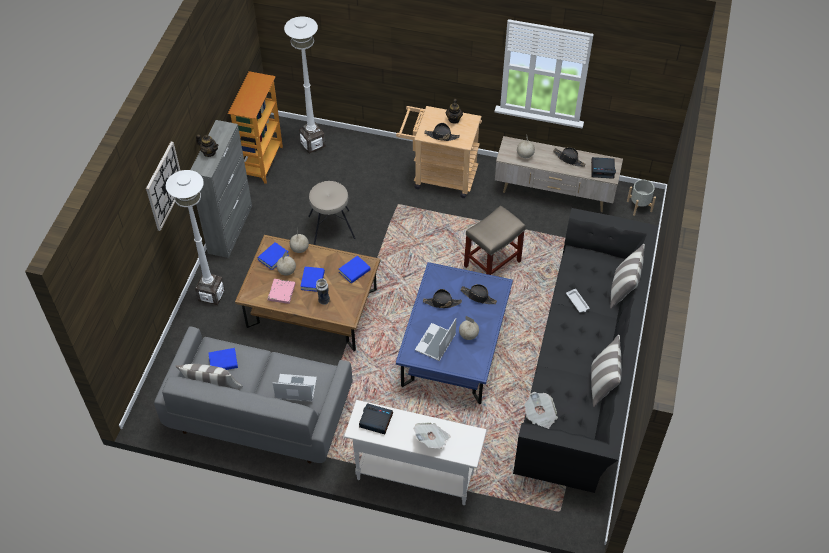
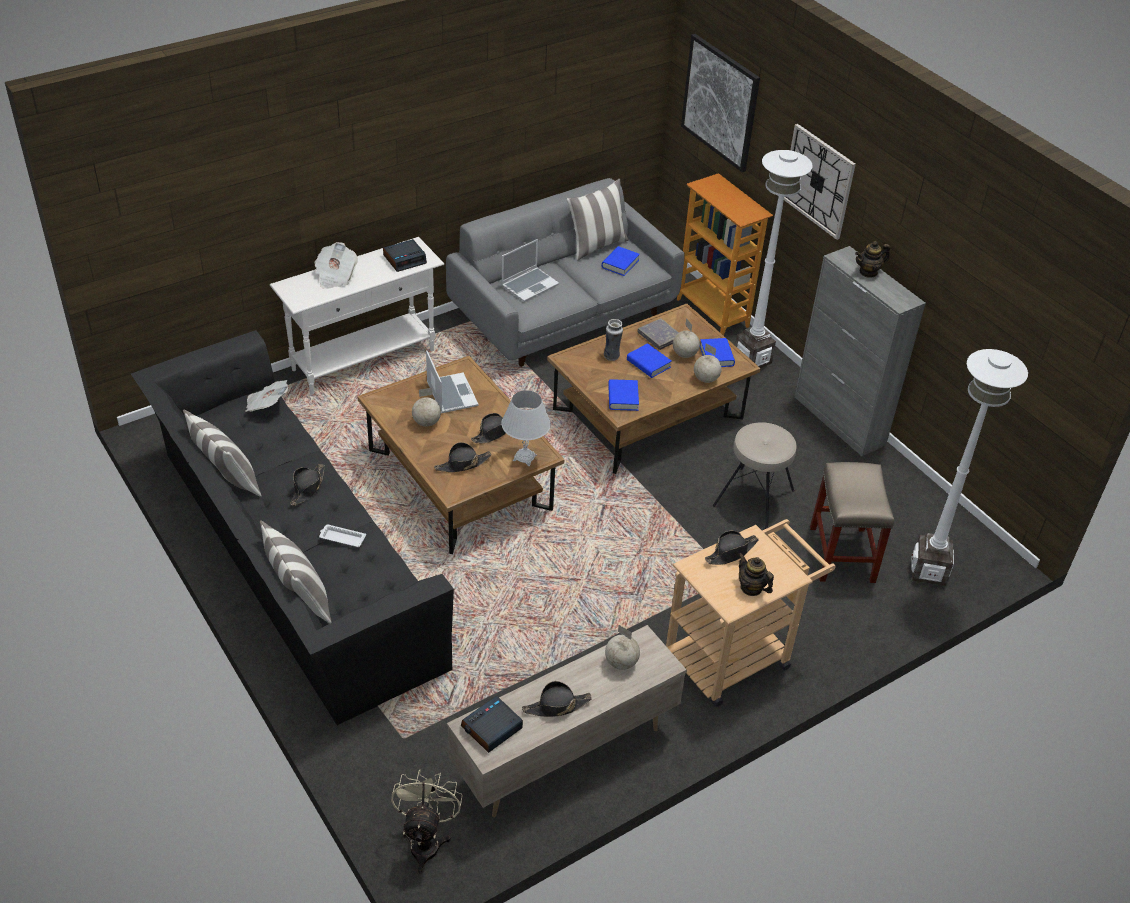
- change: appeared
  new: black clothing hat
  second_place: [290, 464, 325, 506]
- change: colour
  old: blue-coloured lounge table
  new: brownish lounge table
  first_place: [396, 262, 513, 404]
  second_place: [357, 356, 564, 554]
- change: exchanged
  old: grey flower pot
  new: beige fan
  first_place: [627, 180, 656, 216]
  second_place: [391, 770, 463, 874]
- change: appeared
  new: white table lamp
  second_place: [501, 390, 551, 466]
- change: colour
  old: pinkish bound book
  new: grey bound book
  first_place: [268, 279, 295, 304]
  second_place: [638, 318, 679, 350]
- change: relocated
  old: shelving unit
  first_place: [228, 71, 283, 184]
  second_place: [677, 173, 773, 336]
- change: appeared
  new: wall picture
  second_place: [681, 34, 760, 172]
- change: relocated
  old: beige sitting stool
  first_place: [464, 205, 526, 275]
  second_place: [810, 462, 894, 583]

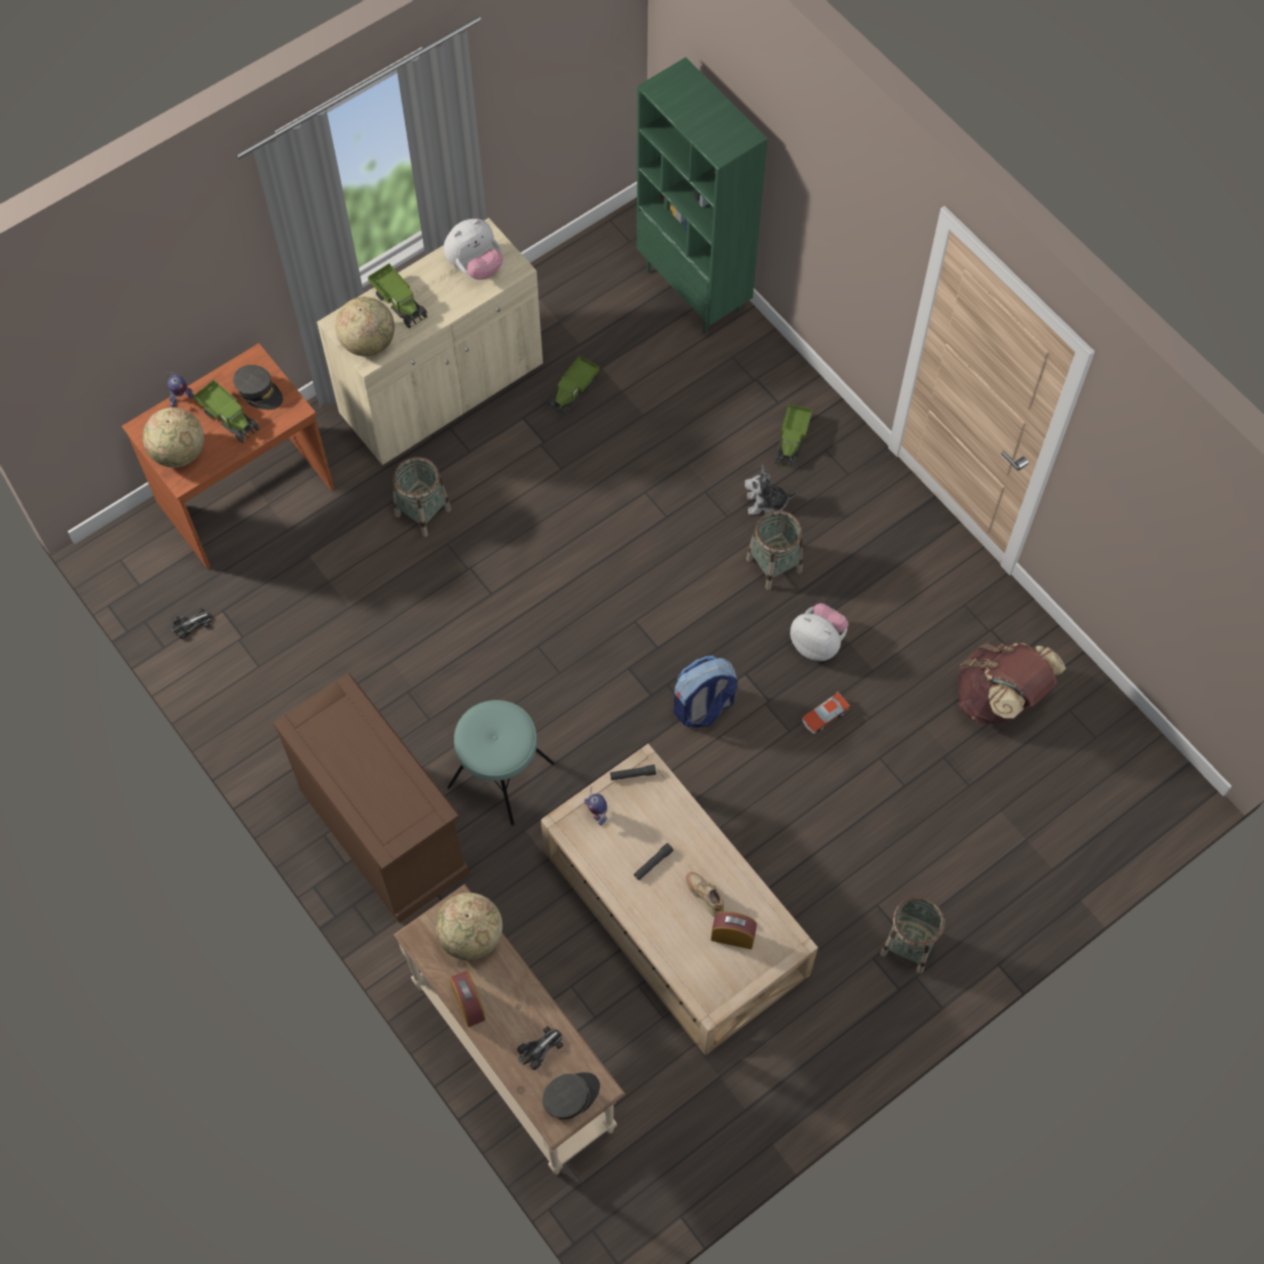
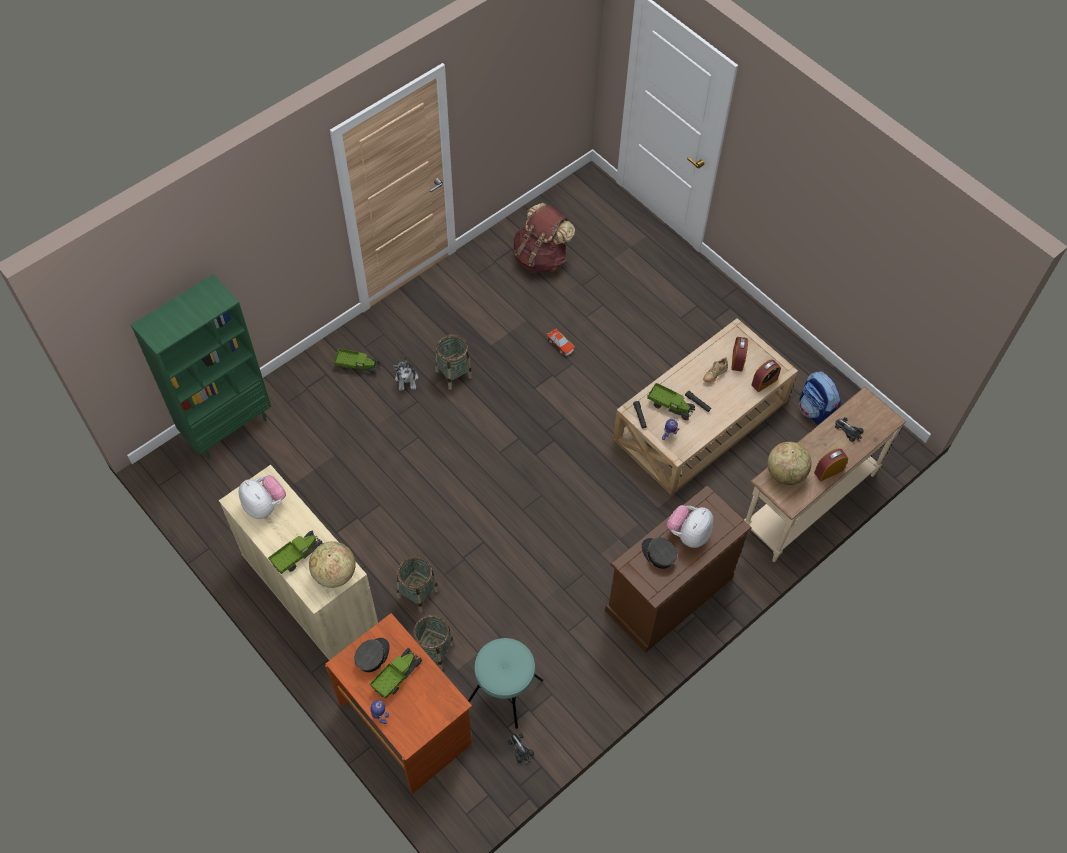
- change: relocated
  old: basket
  first_place: [880, 896, 944, 974]
  second_place: [413, 615, 454, 670]
- change: relocated
  old: blue-green sitting stool
  first_place: [447, 700, 555, 826]
  second_place: [468, 638, 543, 729]
- change: relocated
  old: grey peaked cap
  first_place: [542, 1072, 600, 1119]
  second_place: [642, 538, 677, 569]
- change: relocated
  old: toy lorry
  first_place: [546, 355, 600, 417]
  second_place: [647, 383, 695, 420]
- change: relocated
  old: cuddly toy
  first_place: [790, 603, 849, 661]
  second_place: [667, 505, 713, 548]
- change: appeared
  new: alarm clock
  second_place: [751, 359, 781, 392]
- change: relocated
  old: rucksack
  first_place: [673, 655, 738, 728]
  second_place: [799, 371, 841, 426]
- change: missing
  old: globe
  first_place: [143, 407, 204, 468]

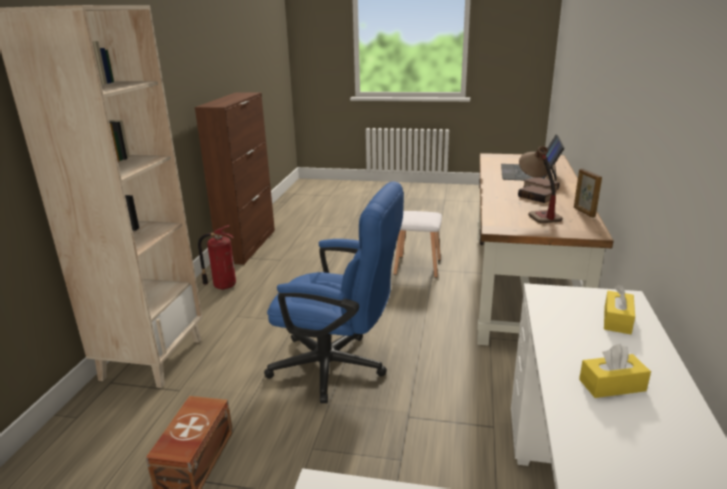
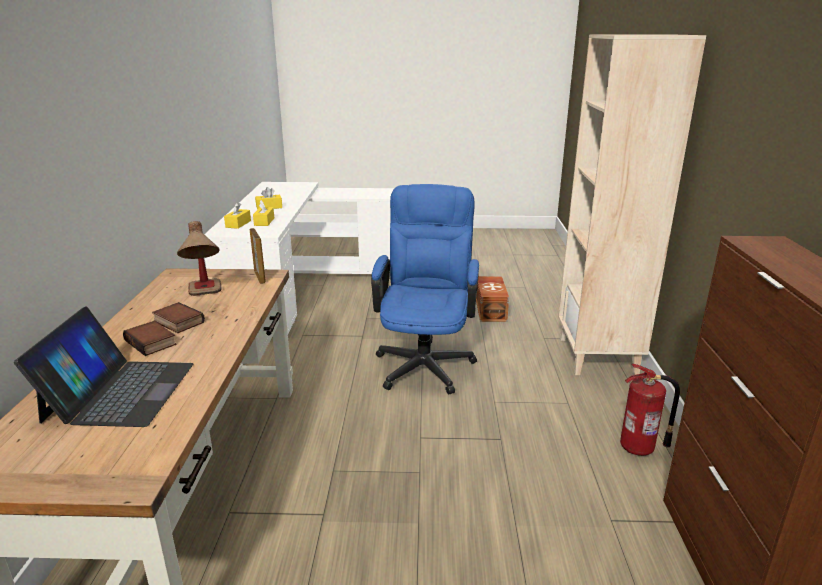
- change: relocated
  old: photo frame
  first_place: [574, 168, 602, 218]
  second_place: [250, 228, 266, 284]
- change: appeared
  new: yellow tissue holder
  second_place: [253, 200, 274, 226]
- change: spun
  old: blue-coloured desk chair
  first_place: [264, 181, 404, 403]
  second_place: [371, 184, 479, 394]
  degrees: 90
- change: missing
  old: white sitting stool
  first_place: [394, 211, 442, 278]

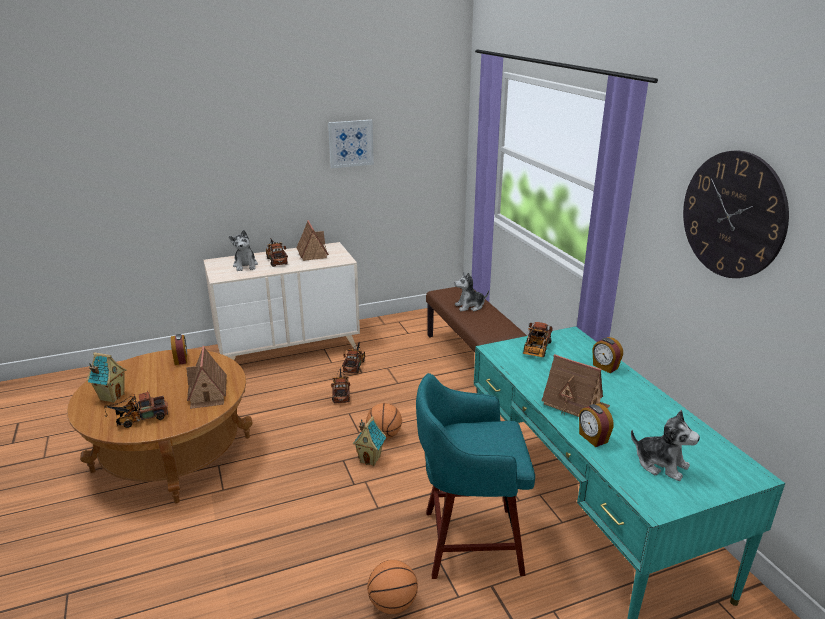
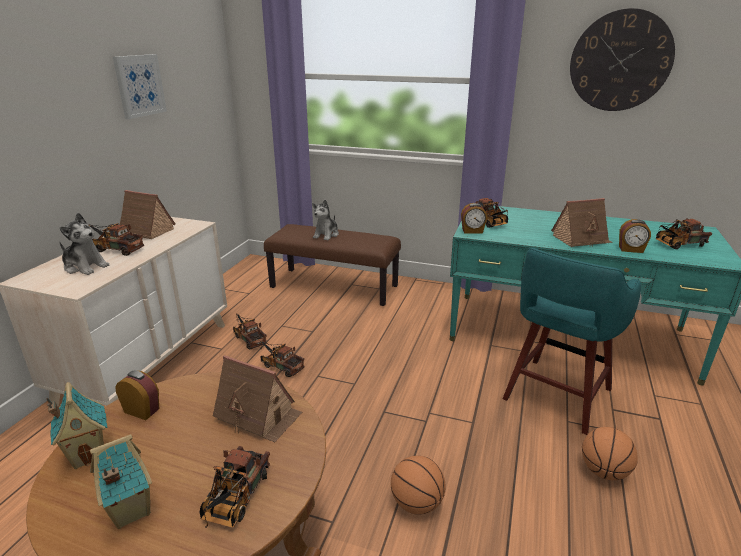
- change: relocated
  old: model house
  first_place: [353, 416, 386, 466]
  second_place: [47, 382, 107, 469]
- change: relocated
  old: basketball ball
  first_place: [366, 403, 402, 439]
  second_place: [391, 456, 446, 515]
- change: relocated
  old: alarm clock
  first_place: [592, 337, 623, 373]
  second_place: [461, 203, 487, 234]
- change: exchanged
  old: cuddly toy
  new: toy lorry
  first_place: [631, 410, 700, 481]
  second_place: [656, 218, 712, 249]

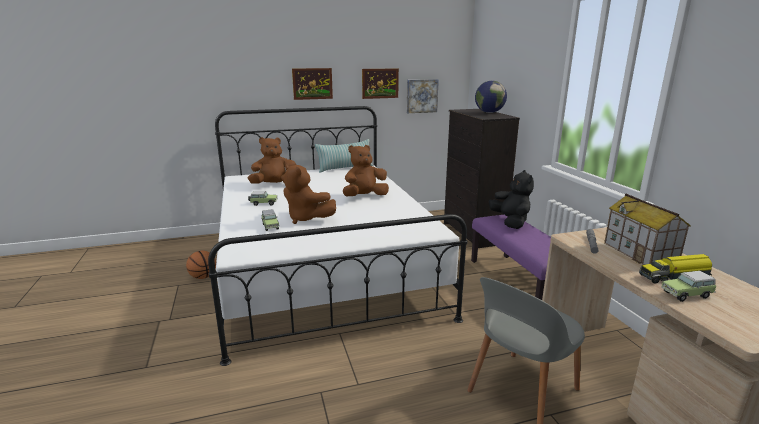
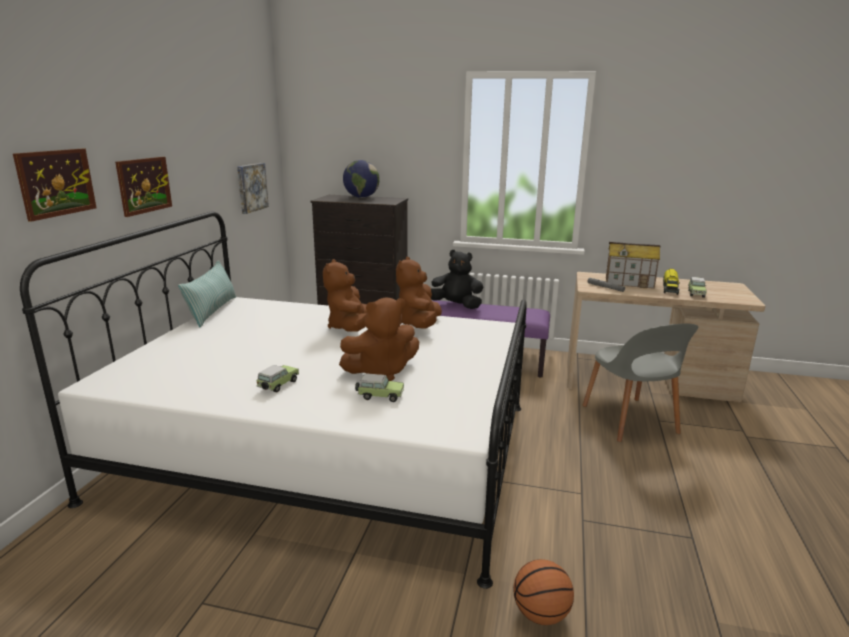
- change: relocated
  old: wall picture
  first_place: [362, 68, 399, 99]
  second_place: [13, 149, 97, 222]
- change: relocated
  old: brownish cuddly toy
  first_place: [248, 137, 296, 184]
  second_place: [396, 257, 442, 329]
- change: relocated
  old: basketball ball
  first_place: [186, 251, 216, 279]
  second_place: [513, 559, 574, 625]

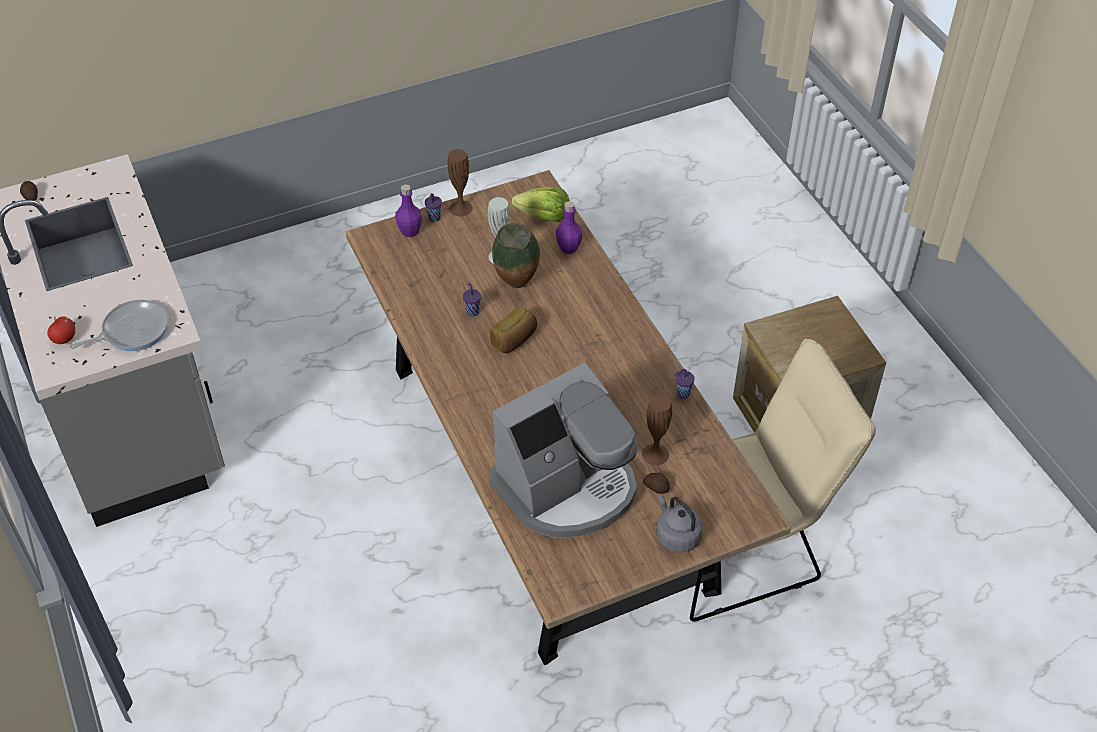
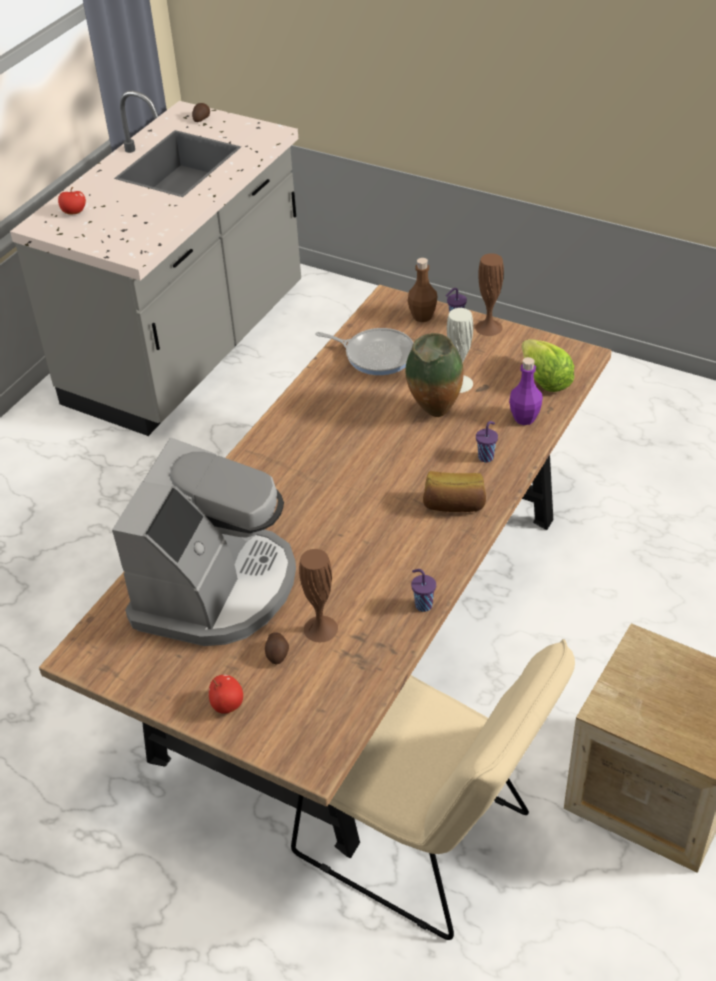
- change: spun
  old: coffee machine
  first_place: [489, 362, 637, 538]
  second_place: [112, 438, 296, 646]
  degrees: -90
- change: exchanged
  old: grey water kettle
  new: apple fruit
  first_place: [656, 494, 703, 553]
  second_place: [209, 675, 243, 714]
- change: relocated
  old: pan
  first_place: [70, 300, 168, 351]
  second_place: [315, 328, 414, 375]
- change: colour
  old: purple-coloured beverage bottle
  new: brownish beverage bottle
  first_place: [395, 184, 422, 237]
  second_place: [408, 258, 438, 322]
- change: relocated
  old: baked bread
  first_place: [490, 307, 537, 353]
  second_place: [423, 471, 486, 512]
- change: relocated
  old: purple-coloured drinking cup
  first_place: [463, 283, 481, 317]
  second_place: [476, 421, 498, 462]

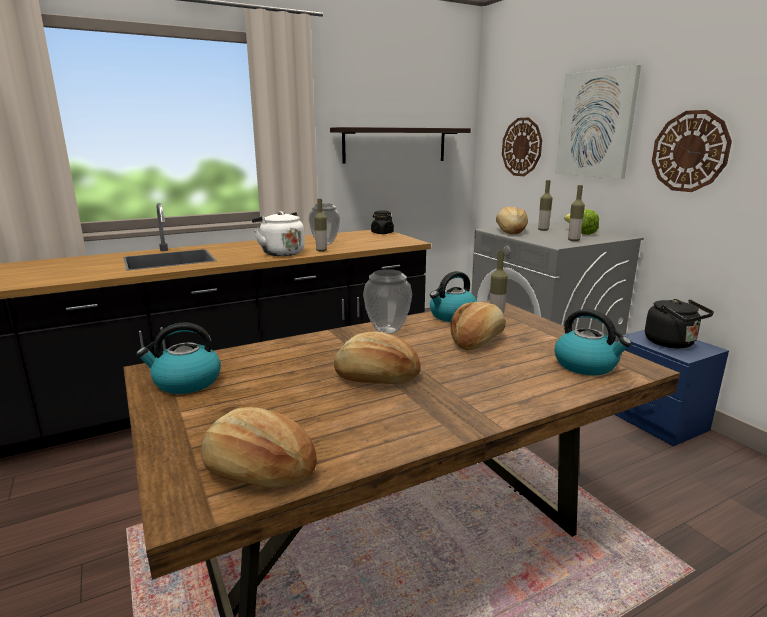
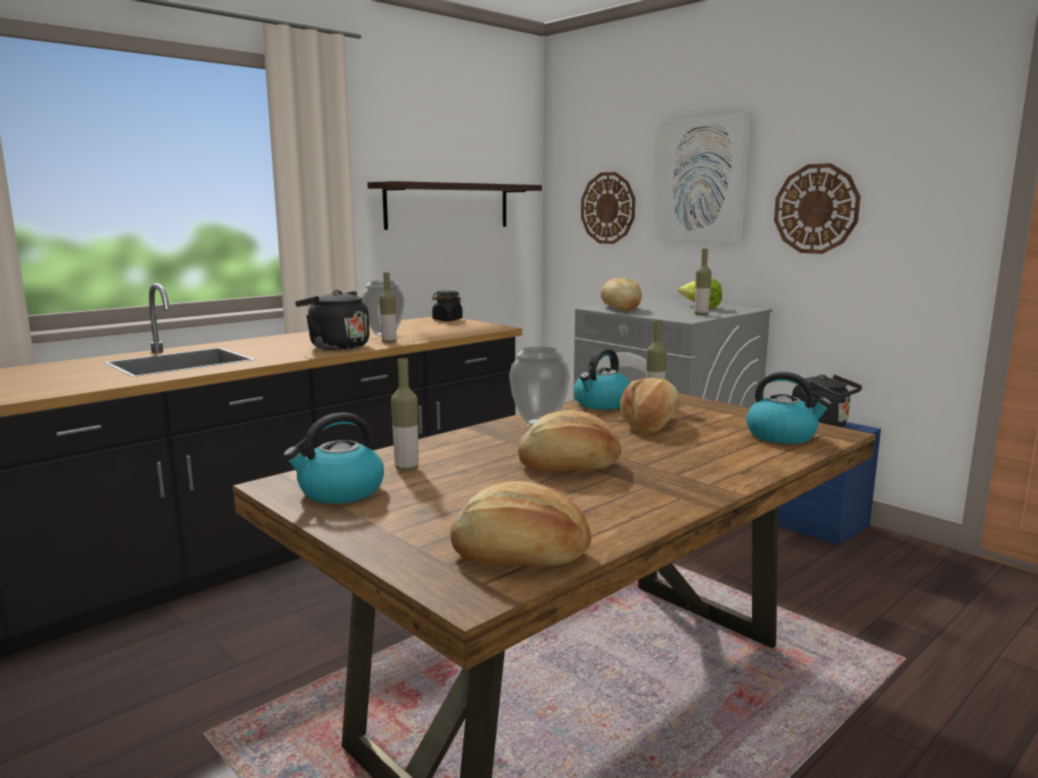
- change: colour
  old: white water kettle
  new: black water kettle
  first_place: [252, 211, 305, 256]
  second_place: [295, 290, 370, 350]
- change: relocated
  old: beverage bottle
  first_place: [538, 180, 553, 231]
  second_place: [391, 358, 419, 471]

